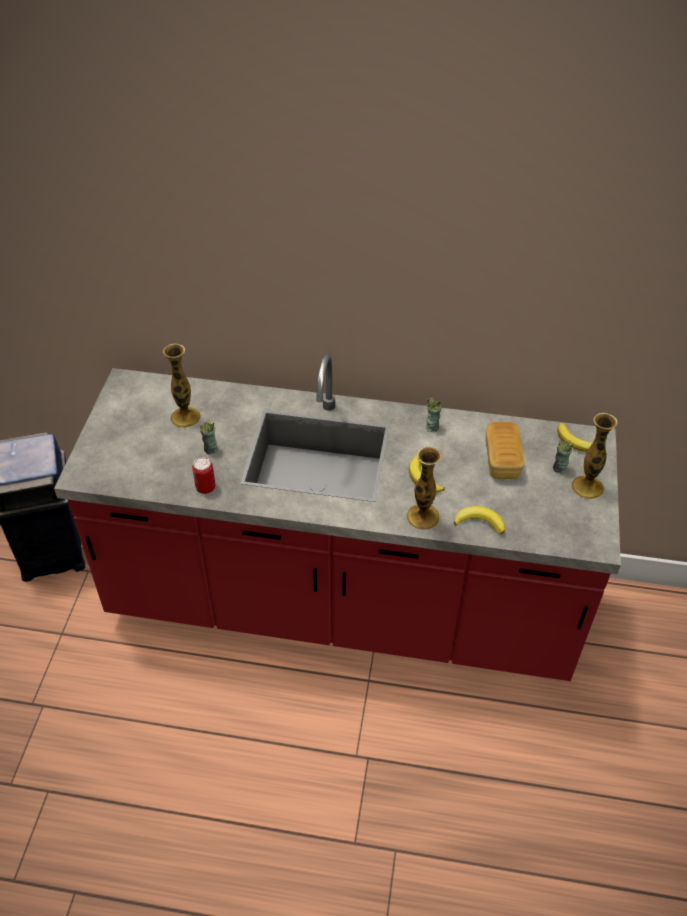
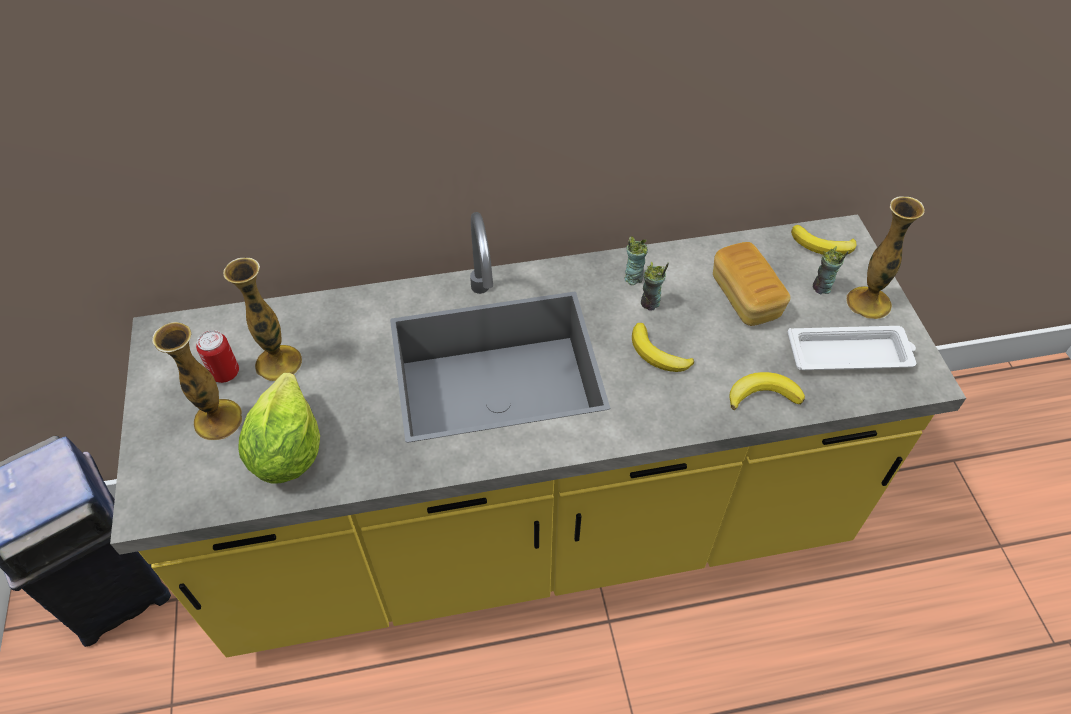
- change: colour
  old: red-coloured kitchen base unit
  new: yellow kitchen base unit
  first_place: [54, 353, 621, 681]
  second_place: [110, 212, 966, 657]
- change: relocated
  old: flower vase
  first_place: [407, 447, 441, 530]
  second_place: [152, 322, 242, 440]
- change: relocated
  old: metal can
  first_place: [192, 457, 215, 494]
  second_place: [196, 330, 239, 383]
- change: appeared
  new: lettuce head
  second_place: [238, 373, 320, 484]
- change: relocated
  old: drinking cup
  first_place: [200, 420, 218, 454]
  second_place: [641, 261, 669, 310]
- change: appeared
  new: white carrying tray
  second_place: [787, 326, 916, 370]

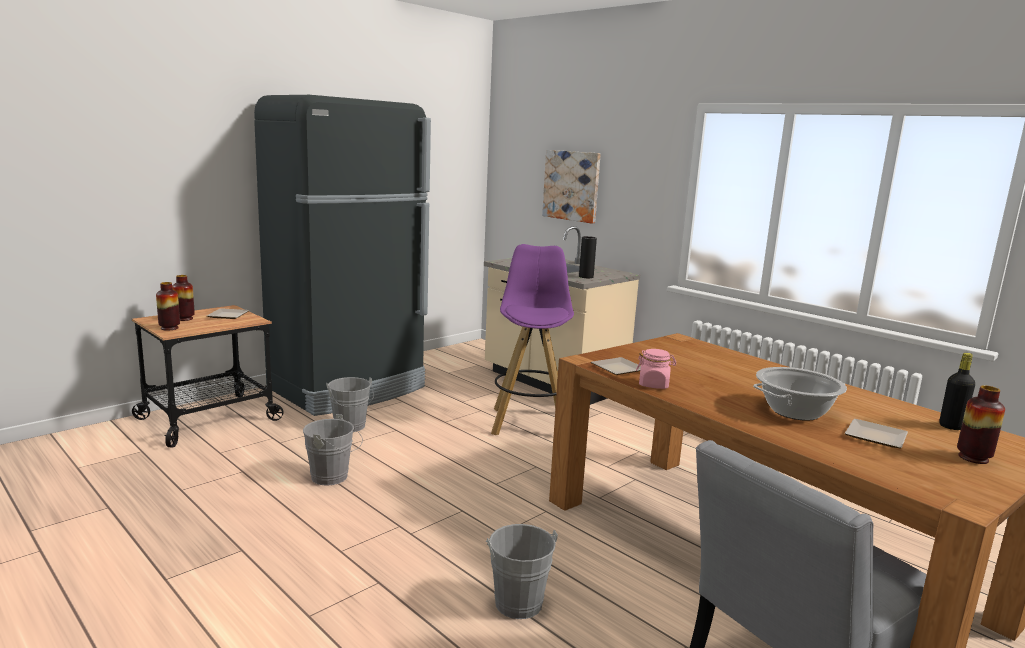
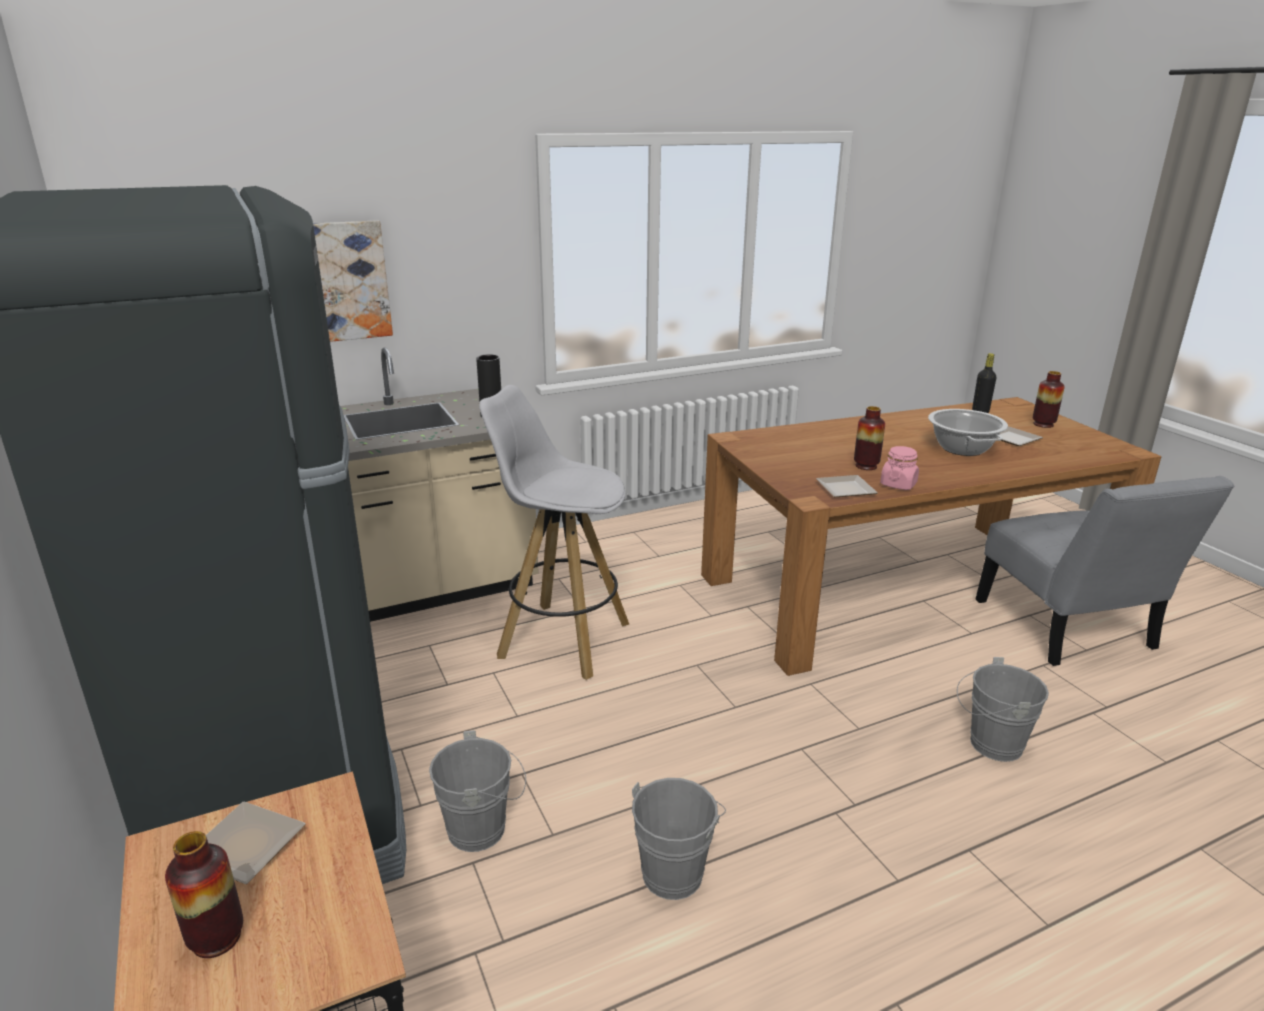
- change: colour
  old: purple-coloured sitting stool
  new: white sitting stool
  first_place: [491, 244, 574, 435]
  second_place: [479, 385, 629, 680]
- change: relocated
  old: flower vase
  first_place: [156, 282, 180, 330]
  second_place: [854, 406, 885, 470]

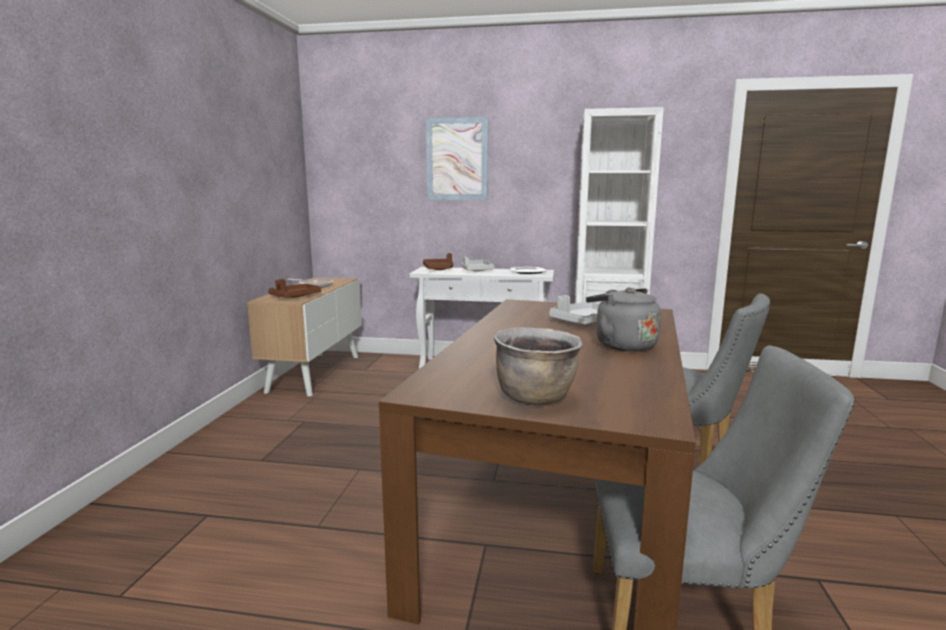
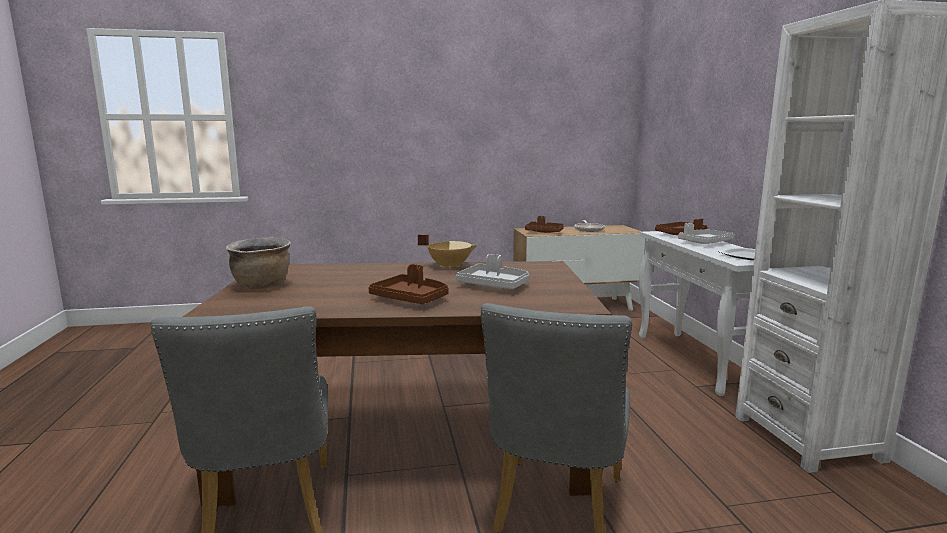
- change: exchanged
  old: grey water kettle
  new: brownish carrying tray
  first_place: [586, 288, 661, 351]
  second_place: [368, 264, 449, 304]
- change: appeared
  new: beige stockpot
  second_place: [418, 234, 477, 269]
- change: missing
  old: wall picture
  first_place: [426, 117, 488, 200]

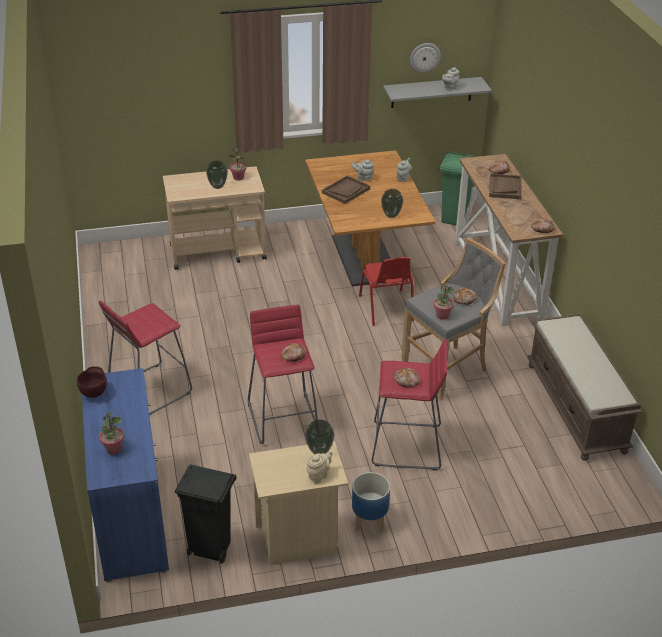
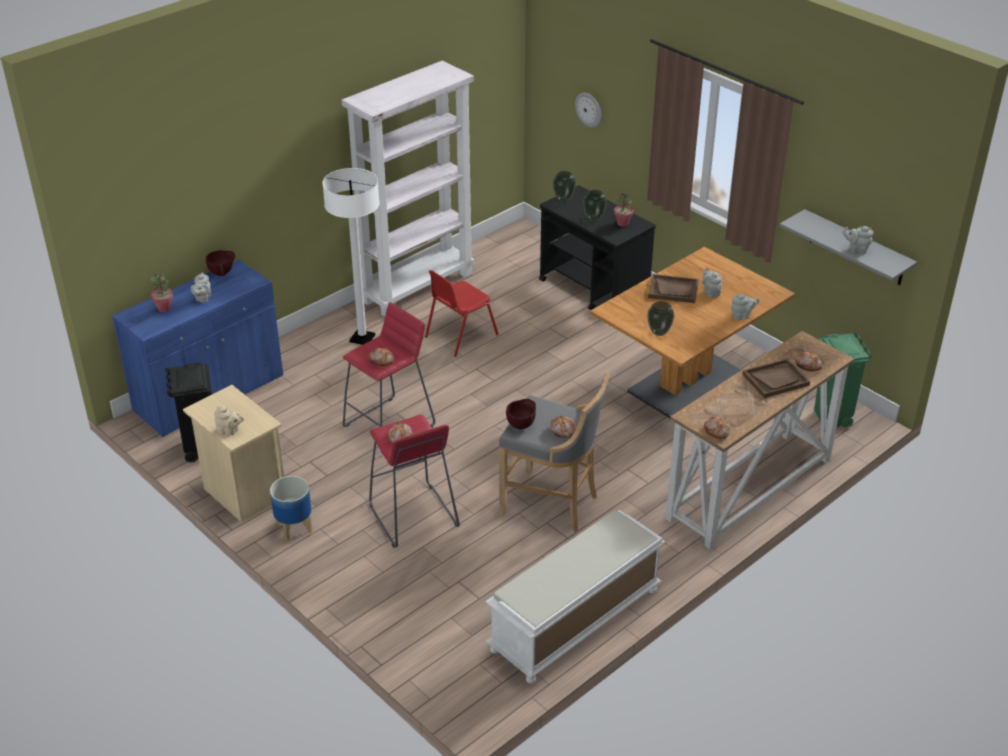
- change: appeared
  new: grey pot for tea
  second_place: [191, 272, 211, 303]
- change: exchanged
  old: red-coloured sitting stool
  new: white standing lamp
  first_place: [99, 301, 192, 415]
  second_place: [322, 168, 380, 345]
- change: appeared
  new: white shelving unit
  second_place: [341, 61, 474, 317]
- change: relocated
  old: red-coloured upright chair
  first_place: [359, 257, 414, 326]
  second_place: [425, 270, 499, 357]
- change: colour
  old: brownish indoor bench
  new: white indoor bench
  first_place: [527, 314, 642, 461]
  second_place: [486, 510, 665, 684]
- change: exchanged
  old: houseplant
  new: brownish deep dish
  first_place: [433, 283, 455, 320]
  second_place: [506, 399, 536, 430]
- change: colour
  old: beige wheeled cart
  new: black wheeled cart
  first_place: [163, 166, 267, 270]
  second_place: [539, 185, 656, 310]
- change: relocated
  old: flower vase
  first_place: [305, 419, 334, 454]
  second_place: [553, 171, 576, 202]
- change: relocated
  old: clock on the wall
  first_place: [410, 43, 441, 73]
  second_place: [575, 93, 601, 127]

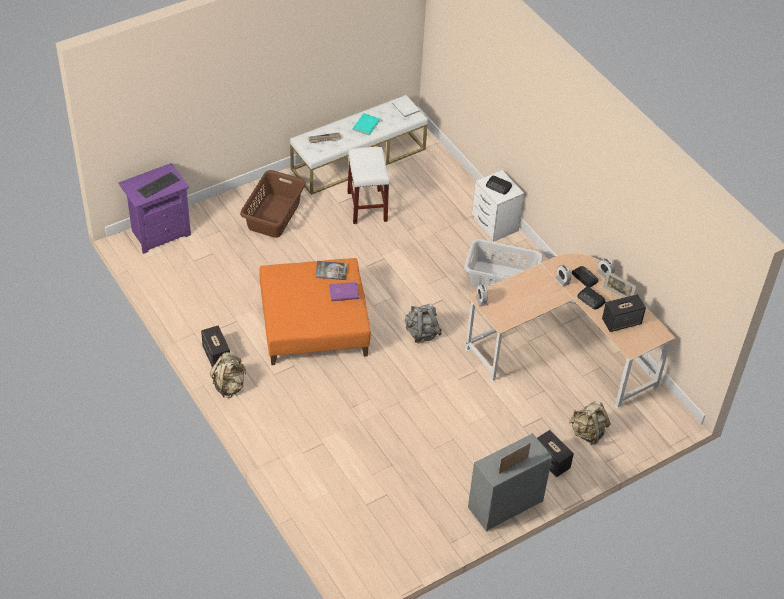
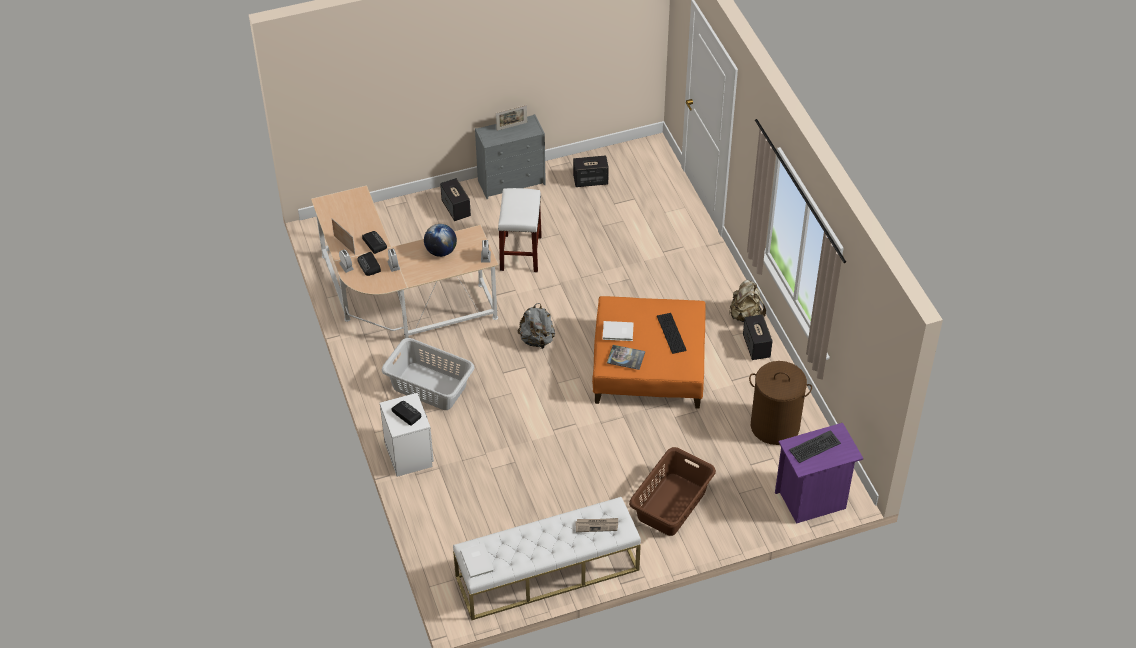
- change: appeared
  new: globe
  second_place: [424, 224, 457, 257]
- change: relocated
  old: white sitting stool
  first_place: [347, 147, 390, 224]
  second_place: [498, 188, 542, 273]
- change: relocated
  old: speaker
  first_place: [602, 294, 646, 332]
  second_place: [573, 155, 609, 187]
- change: colour
  old: purple-coloured bound book
  new: white bound book
  first_place: [329, 282, 359, 301]
  second_place: [602, 321, 634, 341]
- change: appeared
  new: PC keyboard
  second_place: [657, 313, 687, 354]
- change: appeared
  new: brownish laundry basket
  second_place: [749, 361, 812, 445]
- change: missing
  old: blue-green bound book
  first_place: [353, 113, 380, 136]
- change: missing
  old: beige rucksack
  first_place: [569, 401, 610, 445]

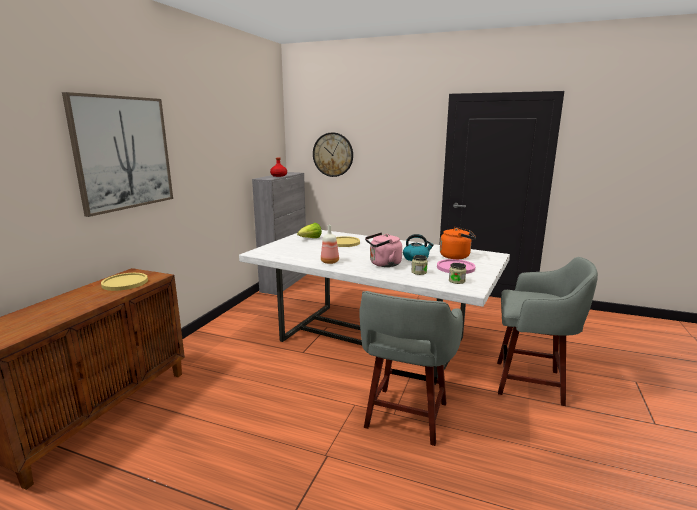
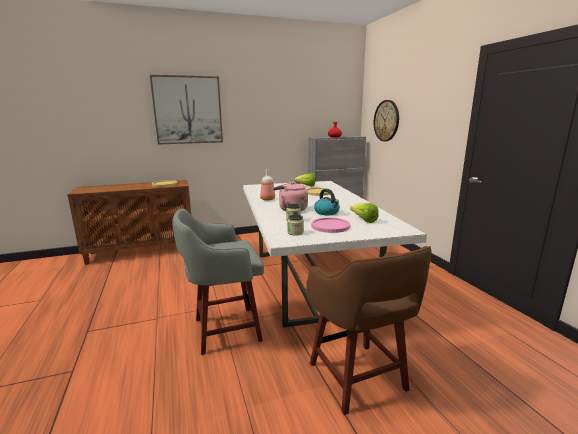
- change: colour
  old: grey sitting stool
  new: brownish sitting stool
  first_place: [497, 257, 598, 406]
  second_place: [307, 246, 432, 415]
- change: exchanged
  old: orange water kettle
  new: lettuce head
  first_place: [440, 227, 476, 259]
  second_place: [350, 203, 379, 223]

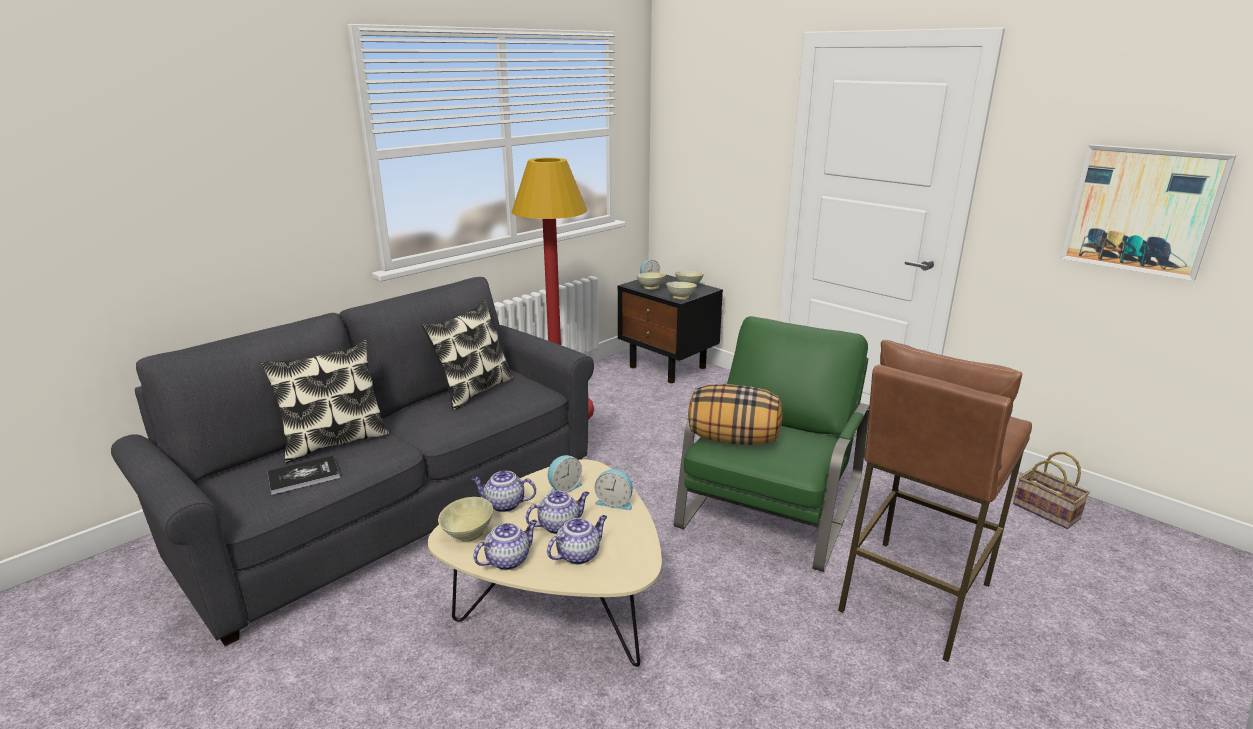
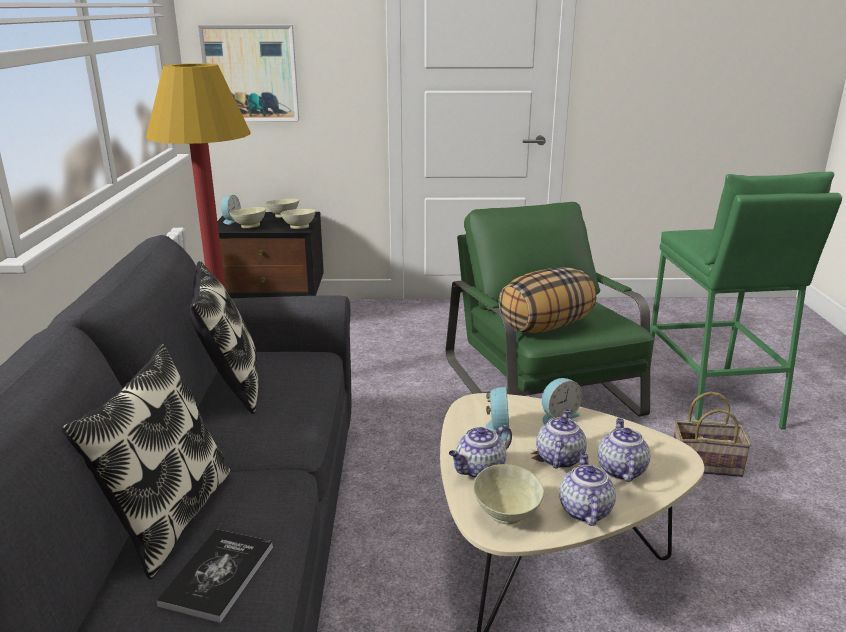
- change: relocated
  old: wall picture
  first_place: [1060, 144, 1236, 281]
  second_place: [198, 25, 299, 121]
- change: colour
  old: brownish sitting stool
  new: greenish sitting stool
  first_place: [838, 340, 1032, 662]
  second_place: [650, 172, 842, 429]
- change: relocated
  old: basket
  first_place: [1013, 452, 1090, 529]
  second_place: [673, 392, 751, 477]

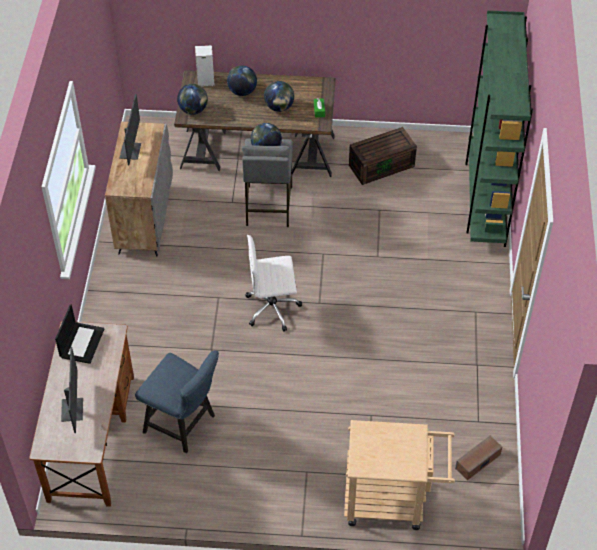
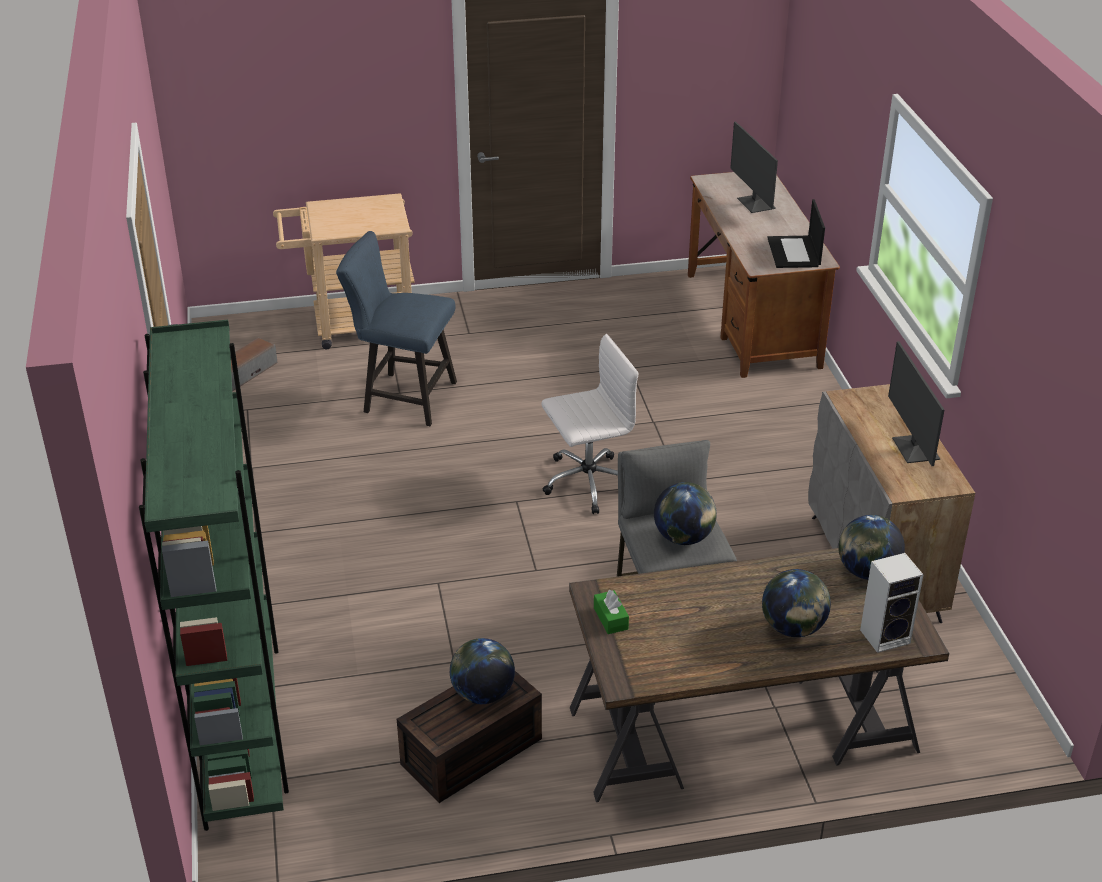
- change: relocated
  old: blue-coloured upright chair
  first_place: [135, 351, 219, 453]
  second_place: [336, 231, 457, 426]
- change: relocated
  old: globe
  first_place: [264, 81, 294, 112]
  second_place: [450, 638, 515, 704]

